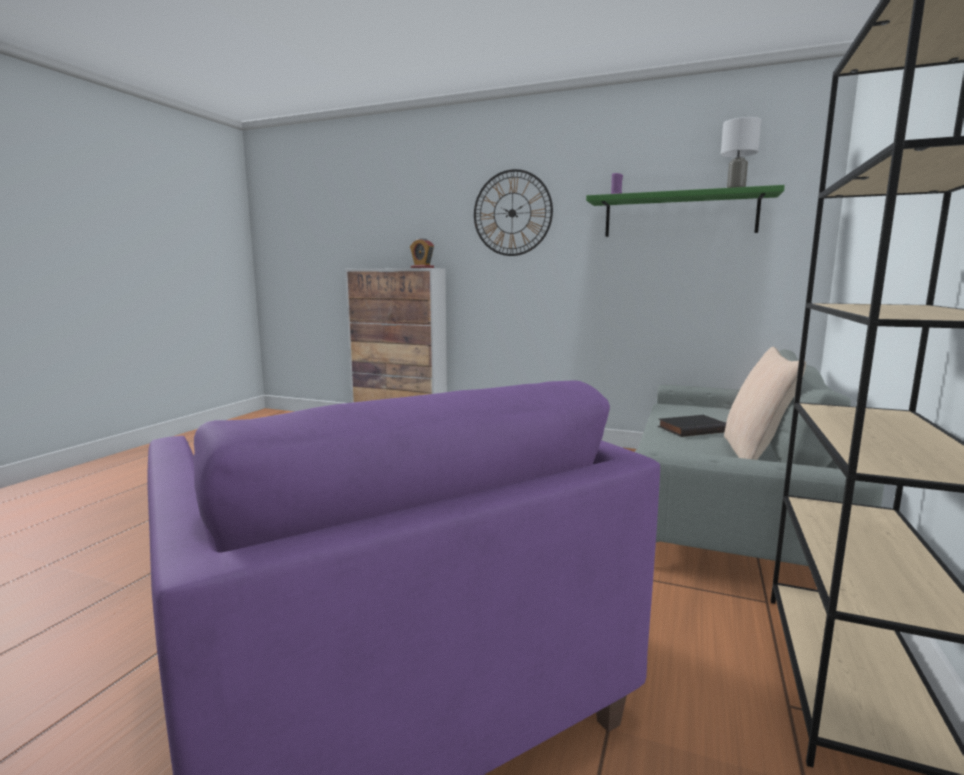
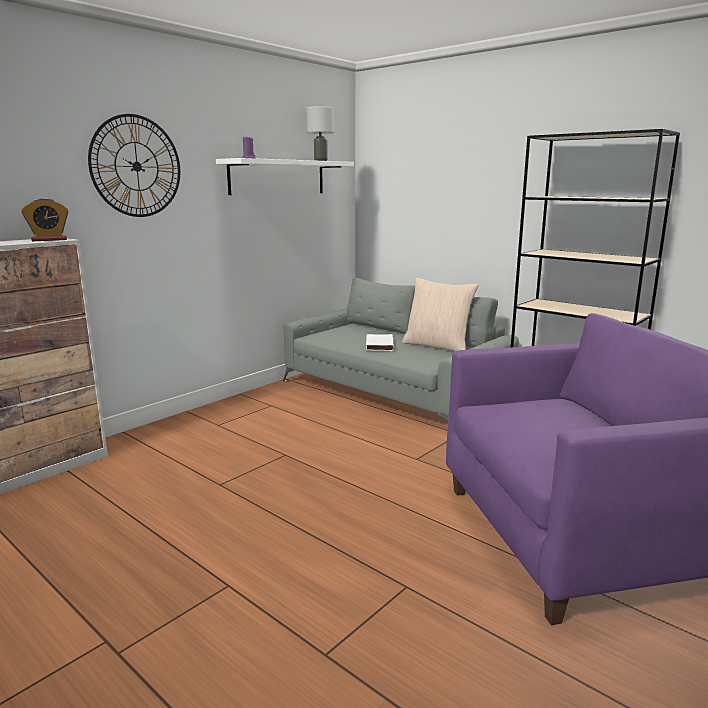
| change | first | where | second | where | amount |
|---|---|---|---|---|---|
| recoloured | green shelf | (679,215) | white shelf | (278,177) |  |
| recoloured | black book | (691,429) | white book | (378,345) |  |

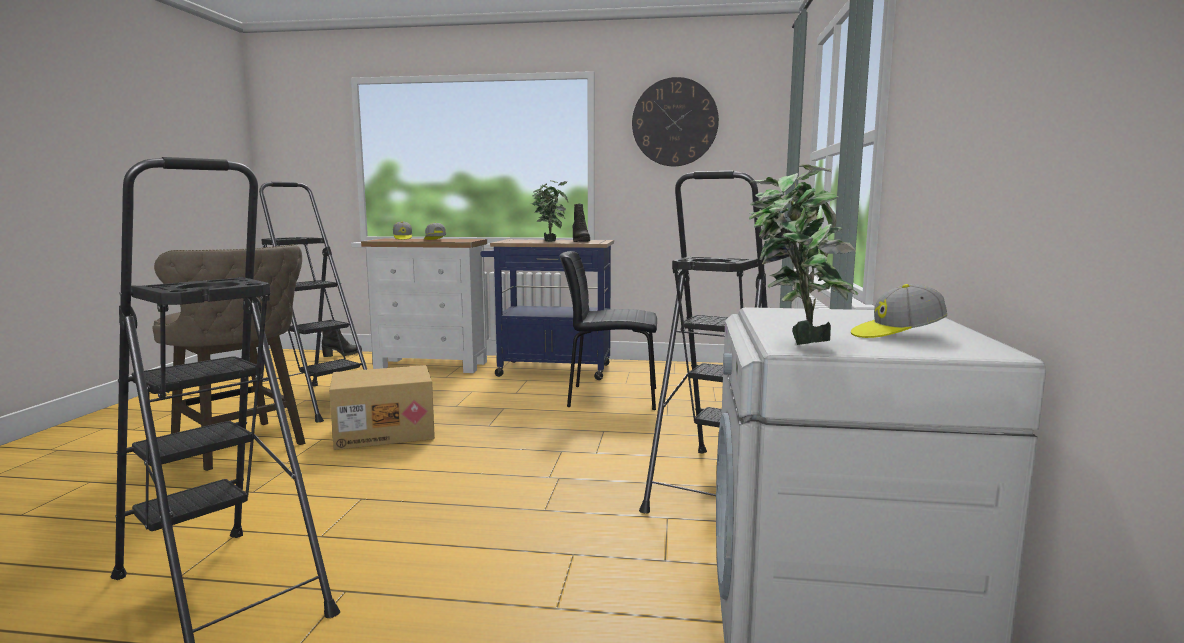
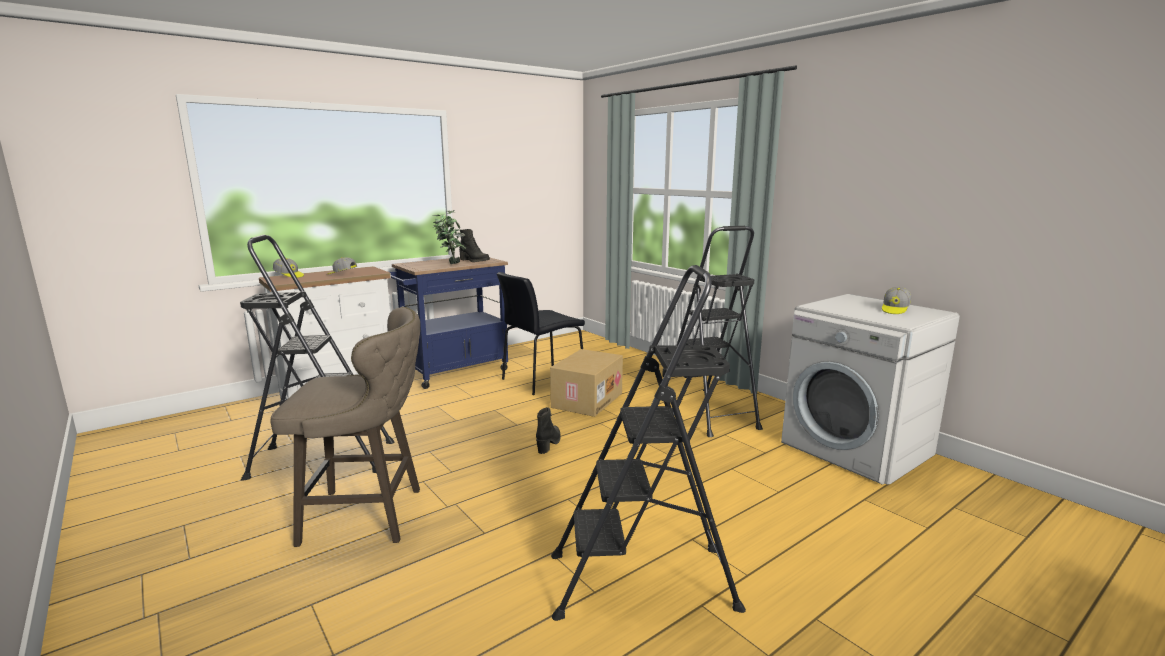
| change | first | where | second | where | amount |
|---|---|---|---|---|---|
| removed | wall clock | (675,122) |  |  |  |
| removed | potted plant | (793,341) |  |  |  |
| moved | black boot | (342,354) |  | (549,443) |  |
| moved | cardboard box | (385,432) |  | (586,400) |  |

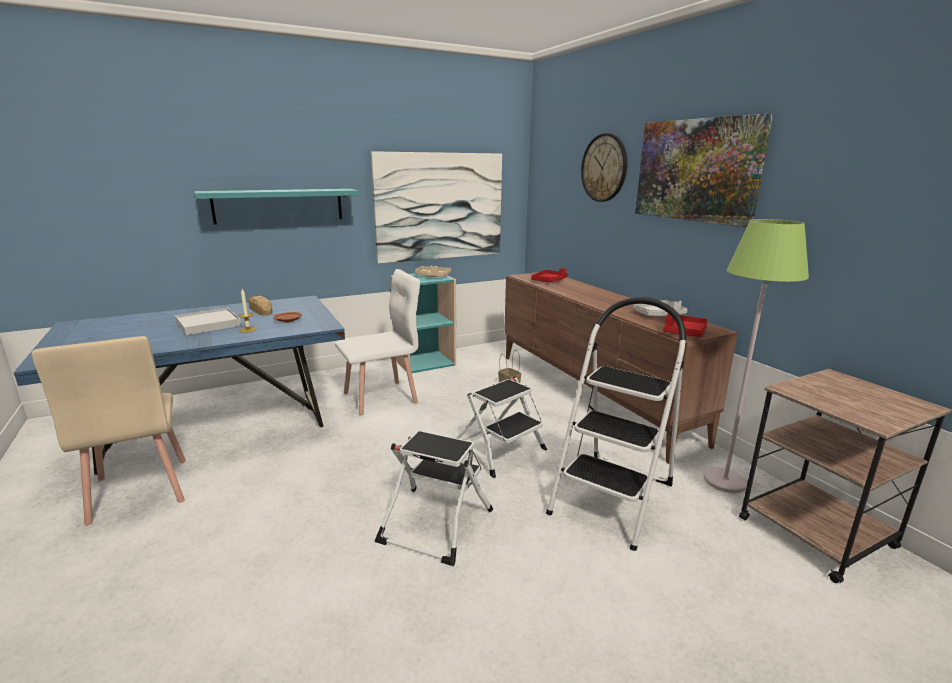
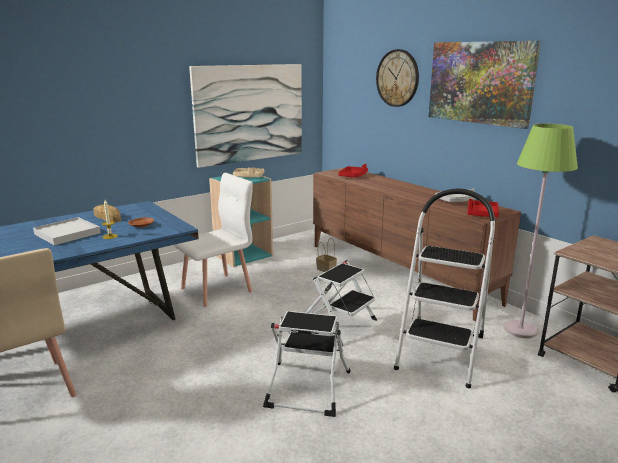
| change | first | where | second | where | amount |
|---|---|---|---|---|---|
| removed | turquoise shelf | (279,205) |  |  |  |

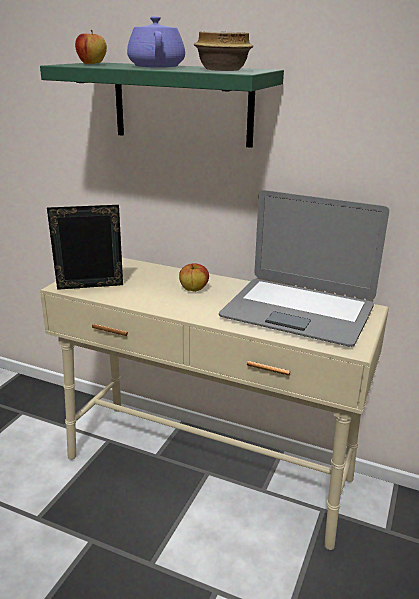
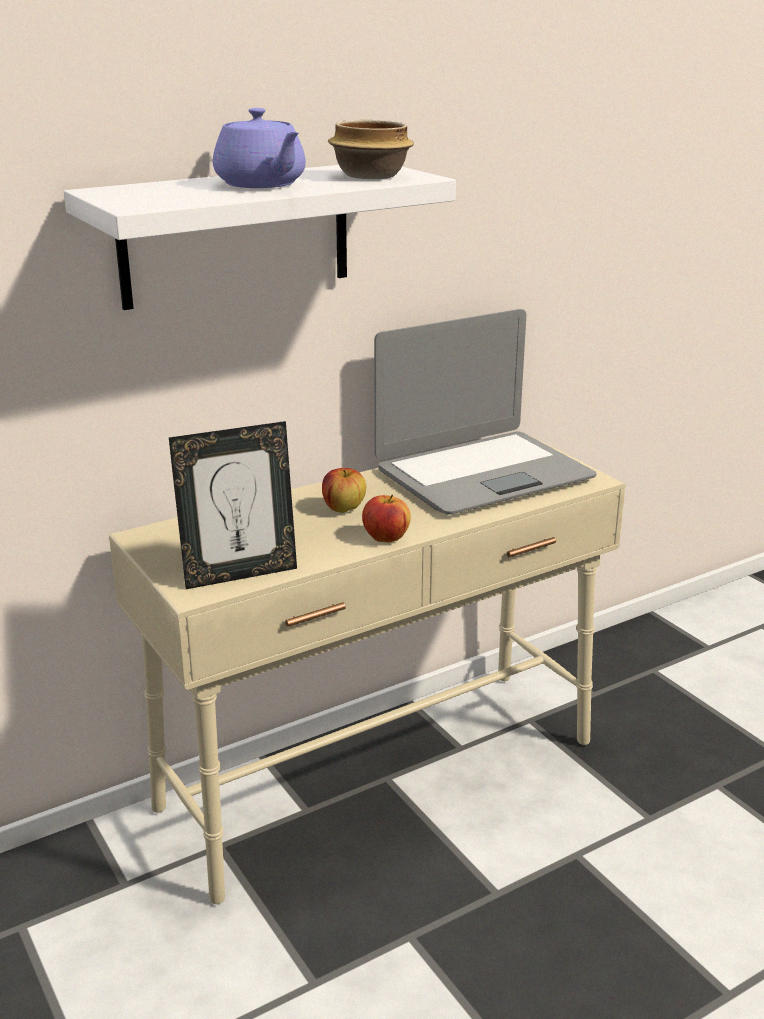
| change | first | where | second | where | amount |
|---|---|---|---|---|---|
| turned | purple teapot | (156,66) |  | (261,184) | 150 degrees counterclockwise |
| moved | apple | (92,64) |  | (386,538) |  |
| recoloured | green shelf | (182,104) | white shelf | (236,234) |  |
| turned | picture frame | (90,289) |  | (239,574) | 135 degrees counterclockwise |

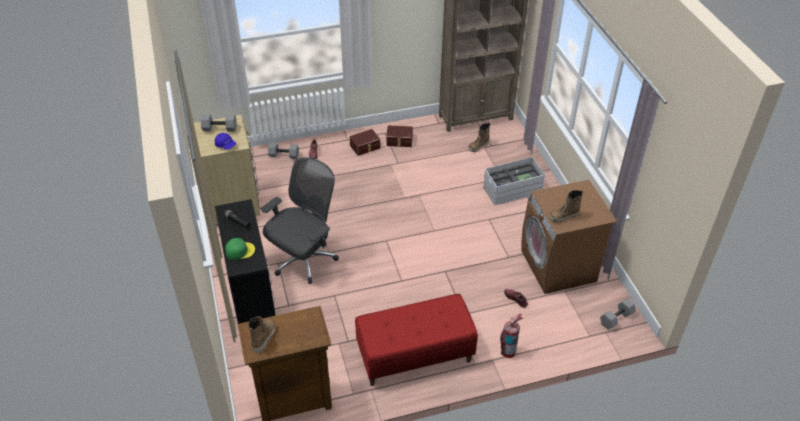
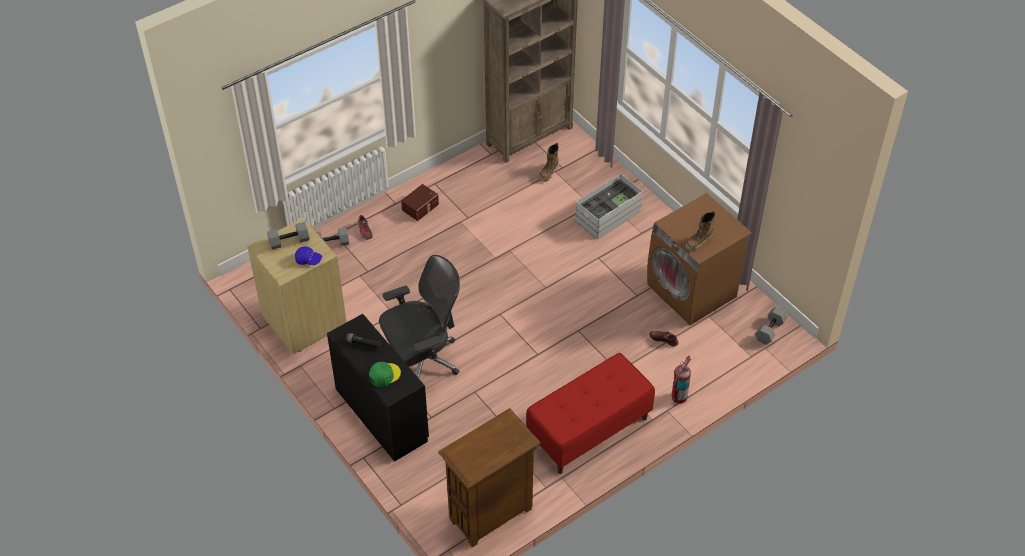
| change | first | where | second | where | amount |
|---|---|---|---|---|---|
| removed | brown storage box | (399,141) |  |  |  |
| turned | office chair | (305,260) |  | (423,362) | 45 degrees clockwise |
| removed | boot | (263,338) |  |  |  |

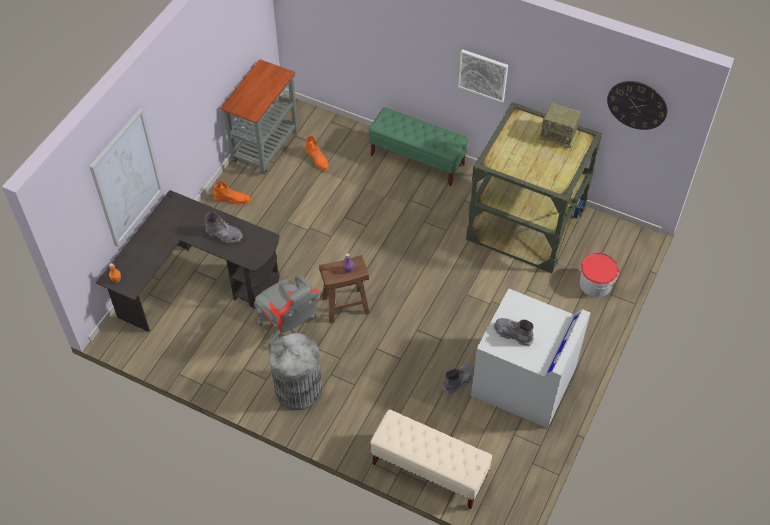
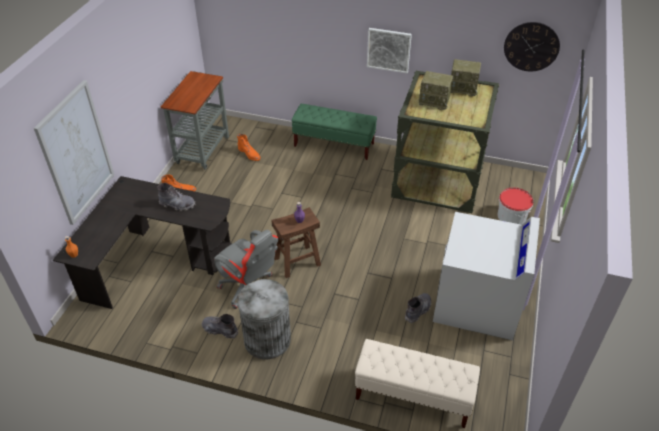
| change | first | where | second | where | amount |
|---|---|---|---|---|---|
| moved | grey boot | (513,334) |  | (220,330) |  |
| added |  |  | radio | (435,101) |  |

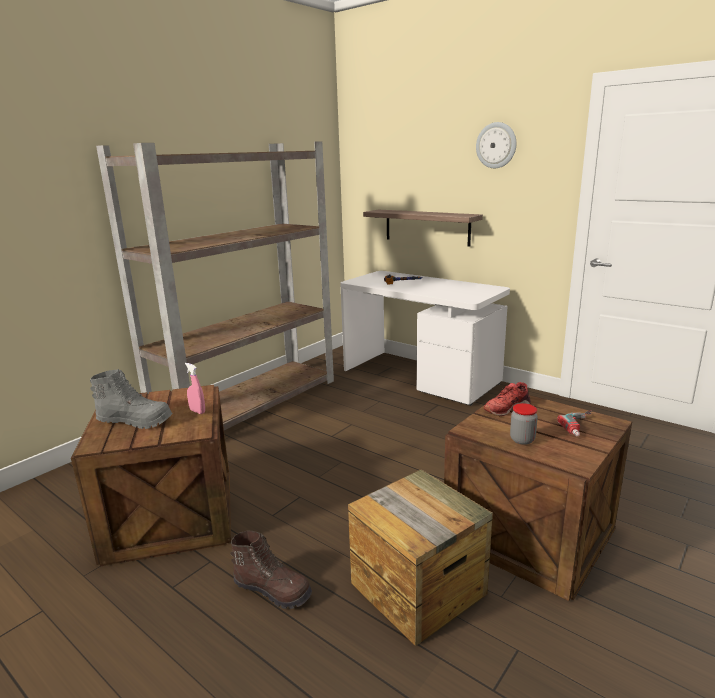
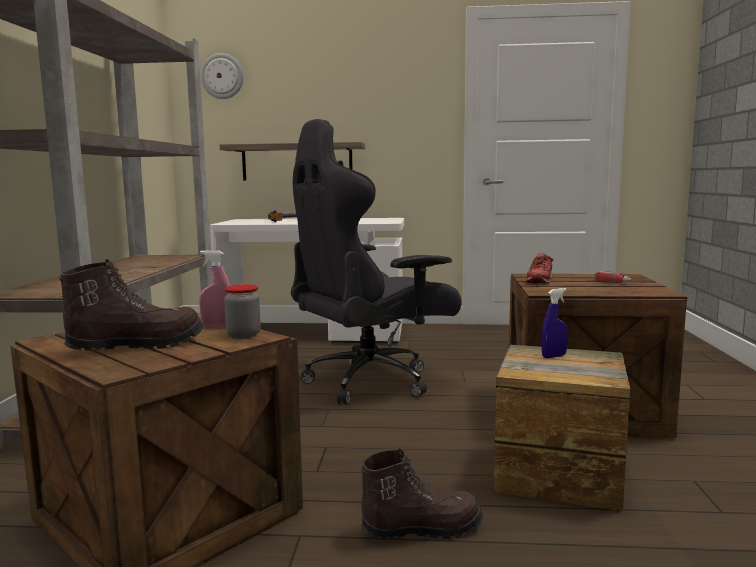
| change | first | where | second | where | amount |
|---|---|---|---|---|---|
| moved | wall clock | (496,145) |  | (222,76) |  |
| recoloured | grey boot | (136,421) | brown boot | (137,345) |  |
| moved | jar | (522,440) |  | (243,335) |  |
| added |  |  | black office chair | (375,380) |  |
| added |  |  | blue spray bottle | (554,356) |  |

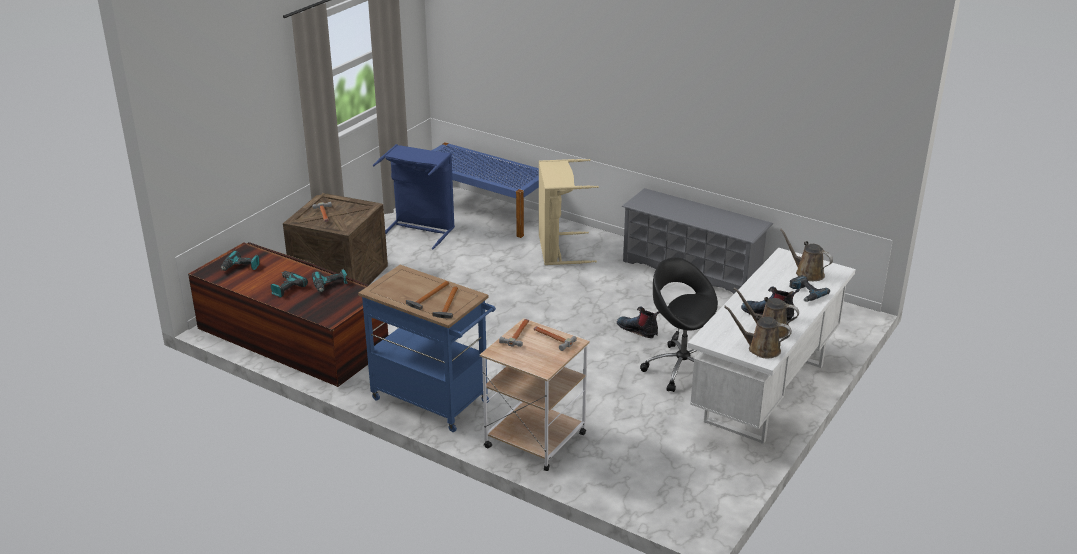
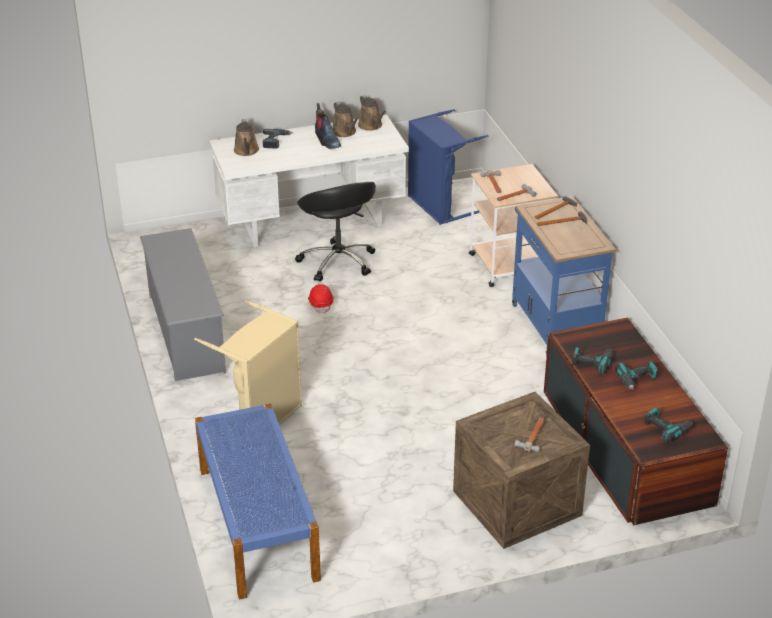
| change | first | where | second | where | amount |
|---|---|---|---|---|---|
| moved | blue laundry basket | (420,230) |  | (438,206) |  |
| replaced | boot | (638,330) | red hard hat | (321,304) |  |

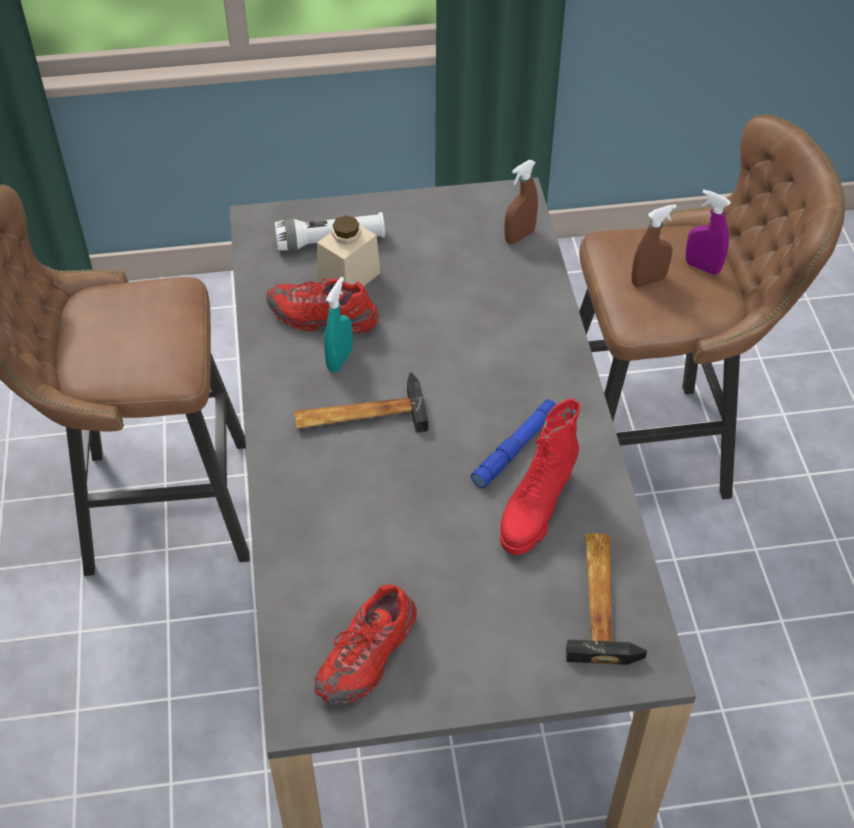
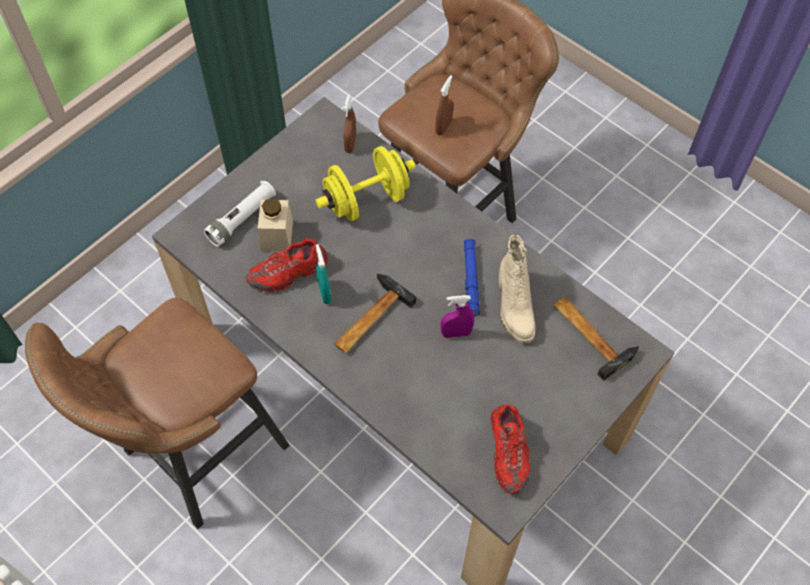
| change | first | where | second | where | amount |
|---|---|---|---|---|---|
| moved | purple spray bottle | (702,267) |  | (456,333) |  |
| recoloured | red boot | (535,509) | beige boot | (513,308) |  |
| added |  |  | yellow dumbbell | (366,200) |  |

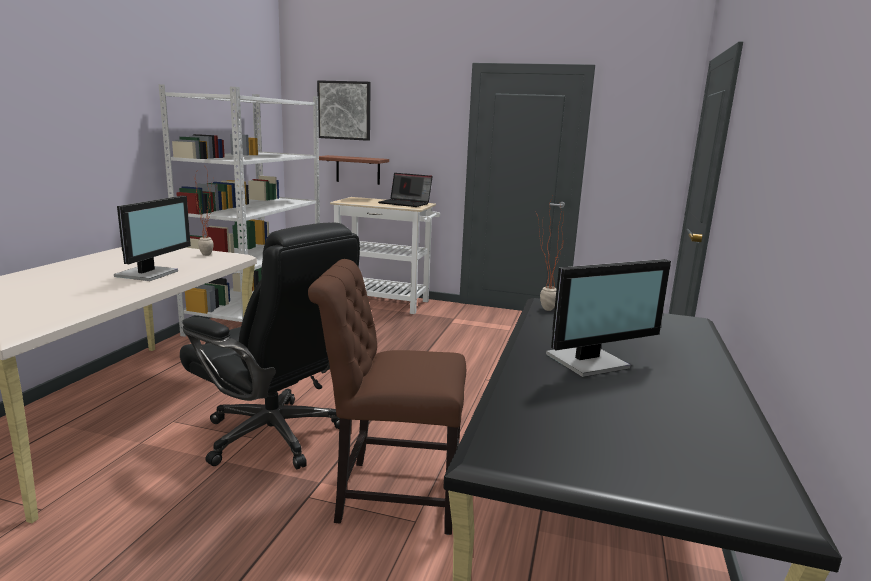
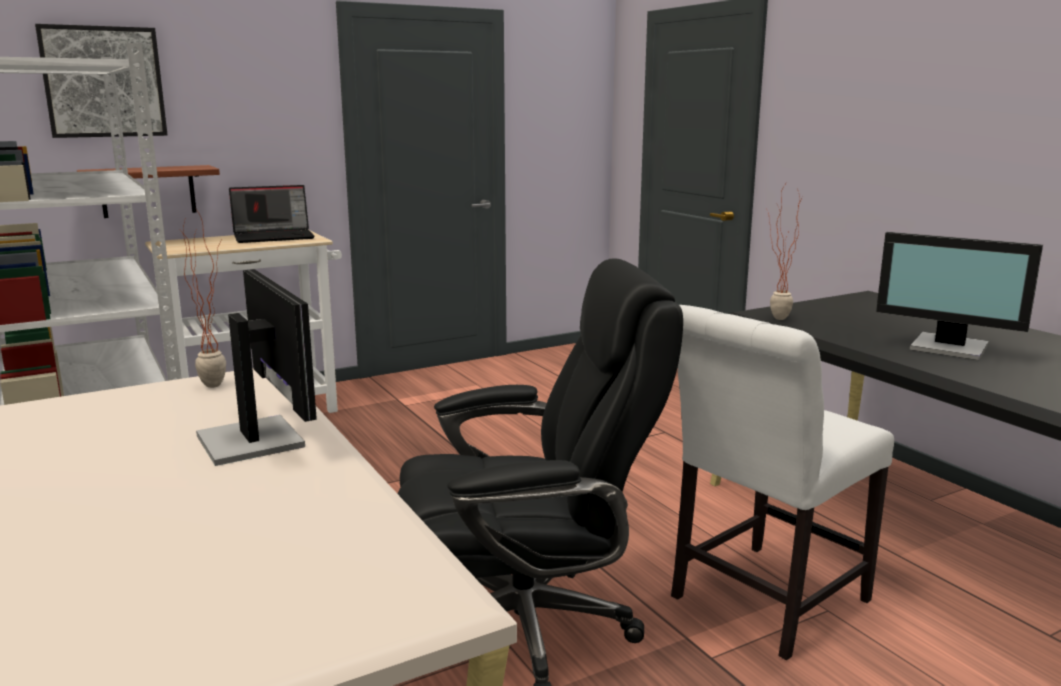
| change | first | where | second | where | amount |
|---|---|---|---|---|---|
| recoloured | brown chair | (390,494) | white chair | (760,603) |  |
| turned | monitor | (590,362) |  | (949,348) | 105 degrees clockwise |

